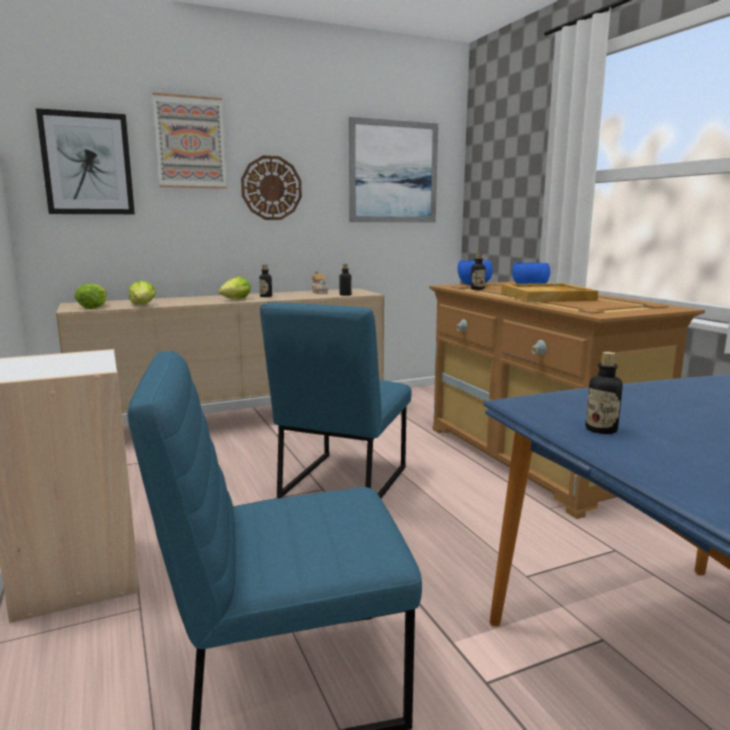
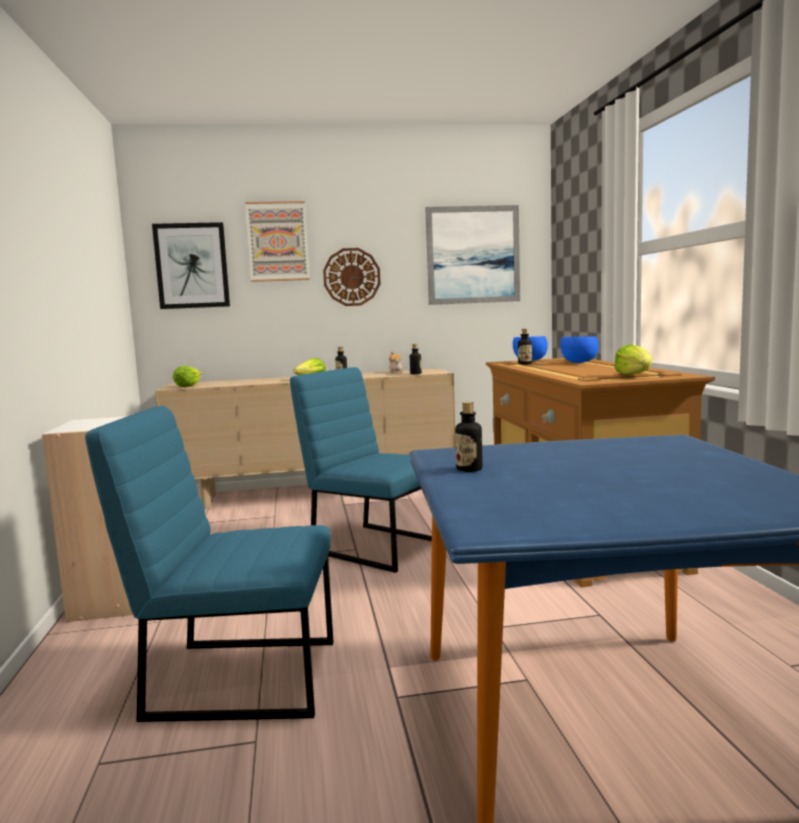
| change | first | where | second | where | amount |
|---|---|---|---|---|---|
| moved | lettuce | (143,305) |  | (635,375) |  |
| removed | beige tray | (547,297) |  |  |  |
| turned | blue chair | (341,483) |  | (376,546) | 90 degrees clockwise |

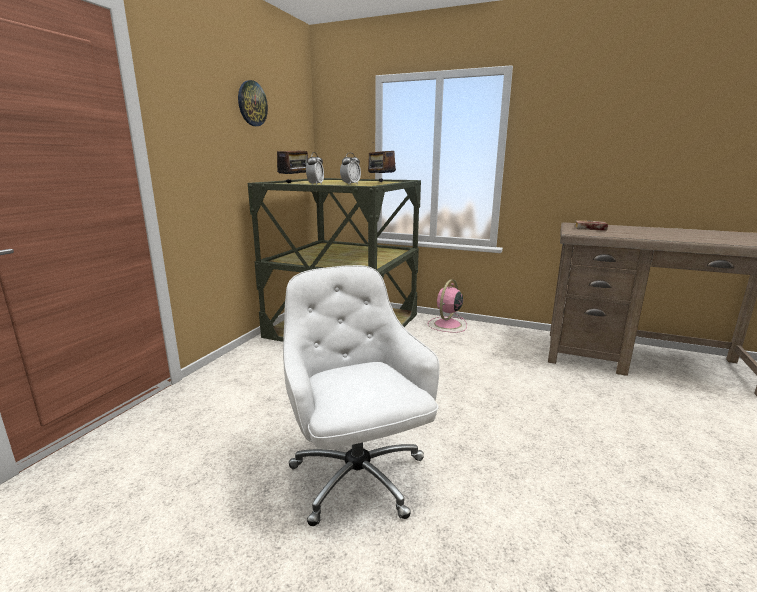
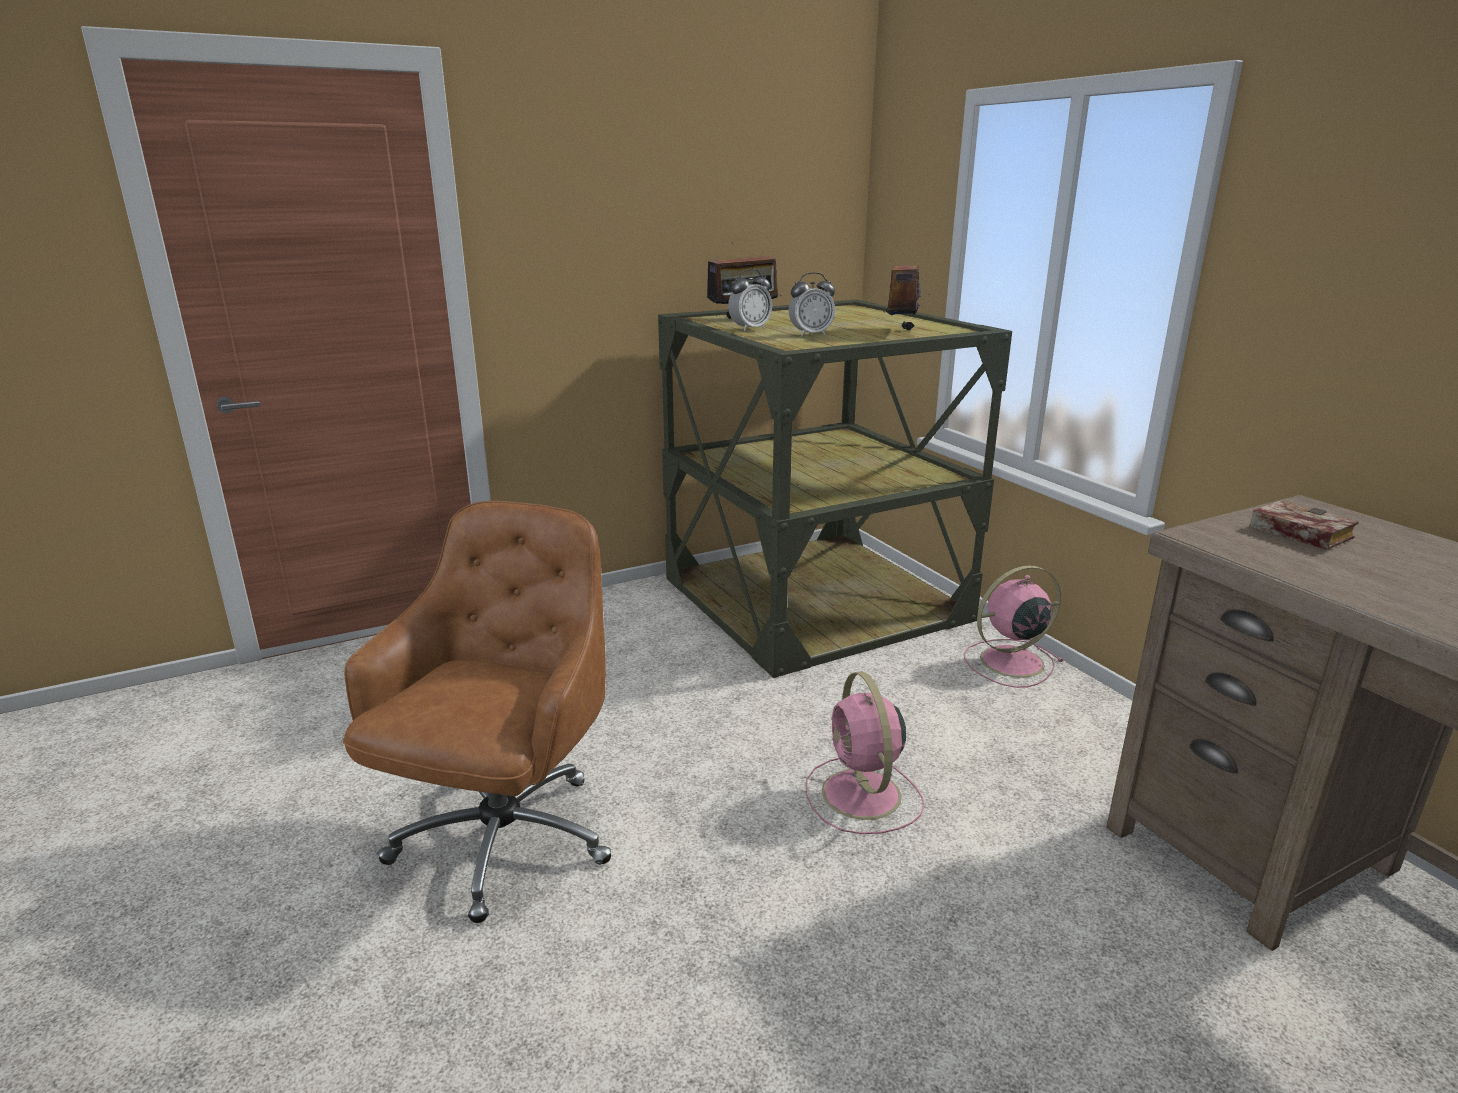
| change | first | where | second | where | amount |
|---|---|---|---|---|---|
| removed | wall clock | (252,103) |  |  |  |
| recoloured | white office chair | (358,476) | brown office chair | (505,838) |  |
| added |  |  | pink fan | (862,796) |  |

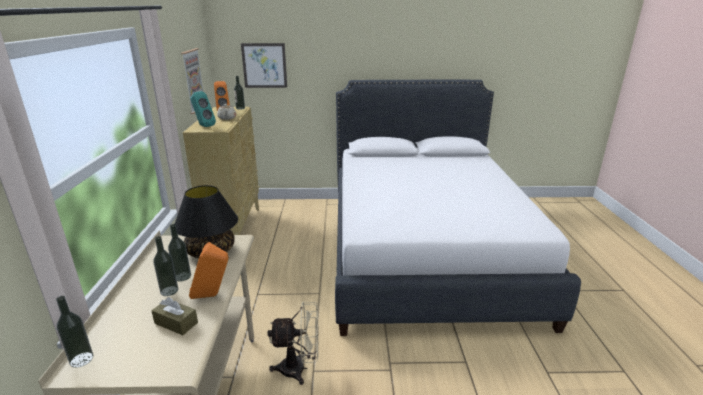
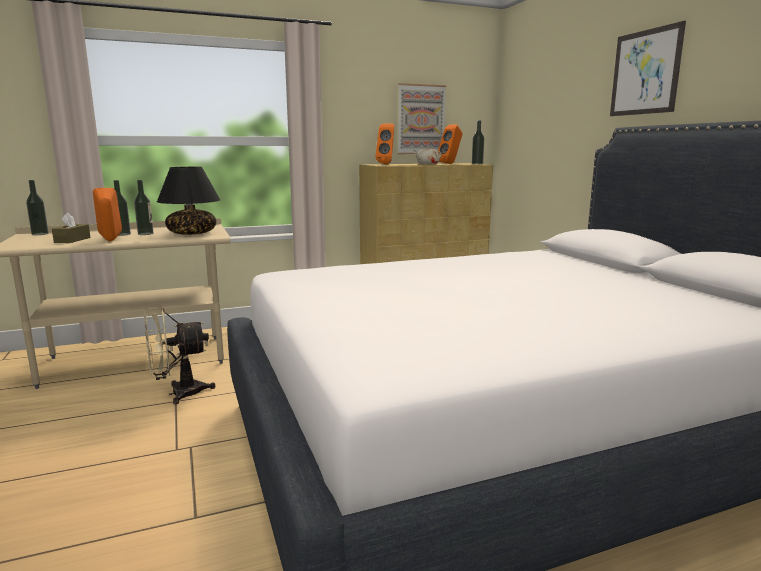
| change | first | where | second | where | amount |
|---|---|---|---|---|---|
| moved | picture | (264,65) |  | (645,72) |  |
| recoloured | turquoise speaker | (203,126) | orange speaker | (387,164) |  |
| turned | beige fan | (299,369) |  | (178,393) | 90 degrees clockwise |

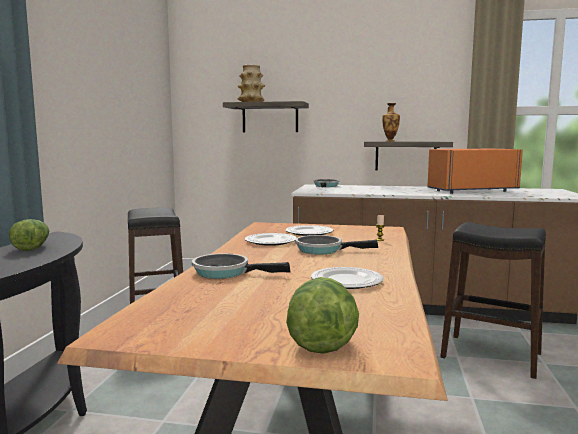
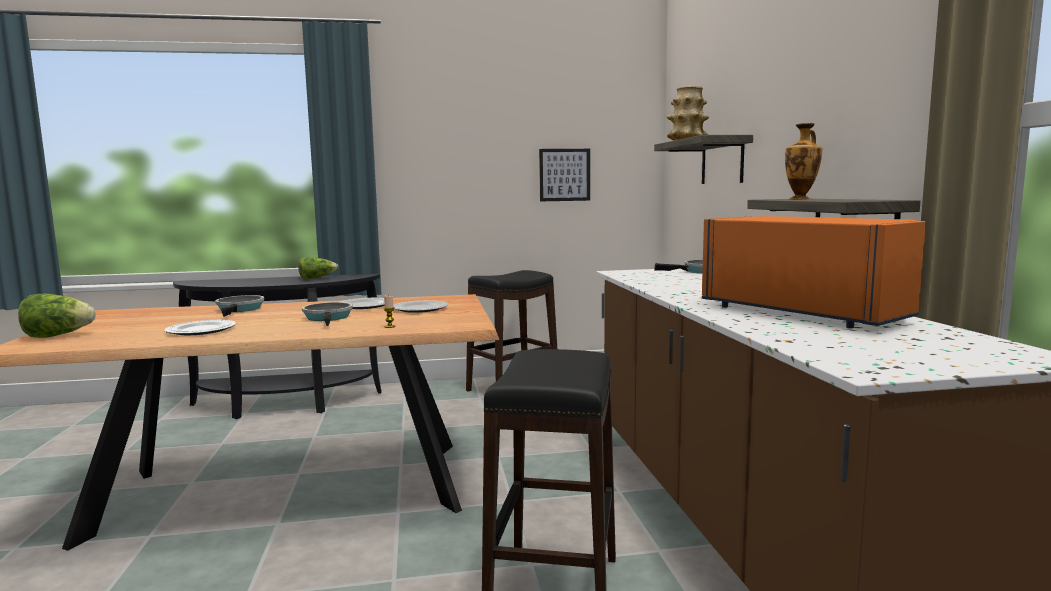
| change | first | where | second | where | amount |
|---|---|---|---|---|---|
| added |  |  | picture | (564,175) |  |

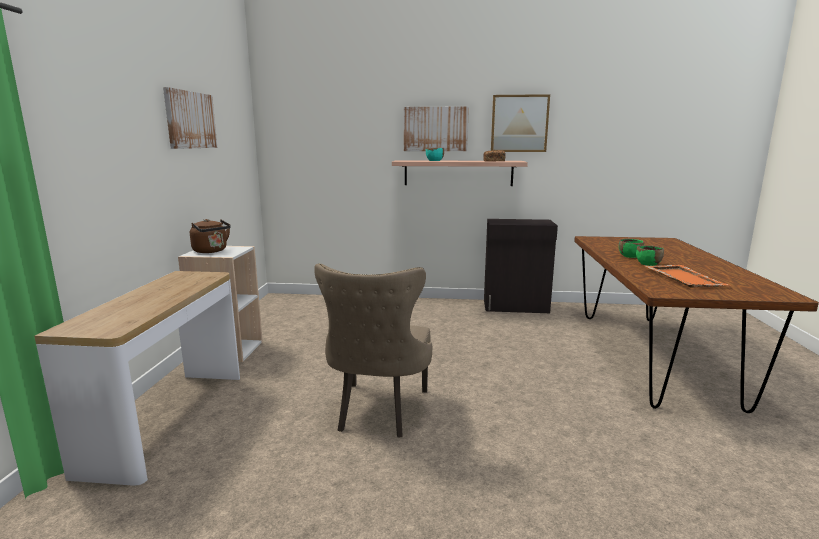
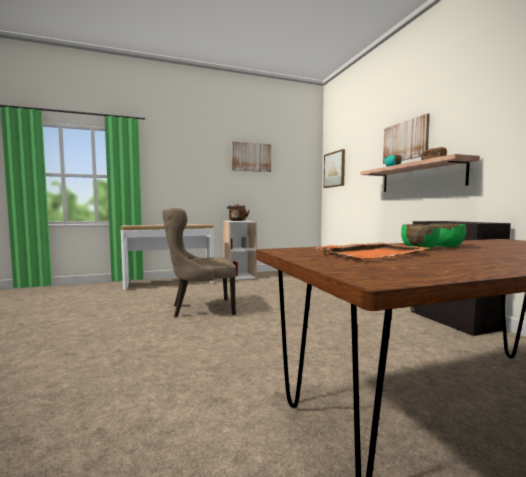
| change | first | where | second | where | amount |
|---|---|---|---|---|---|
| moved | picture | (519,123) |  | (334,169) |  |

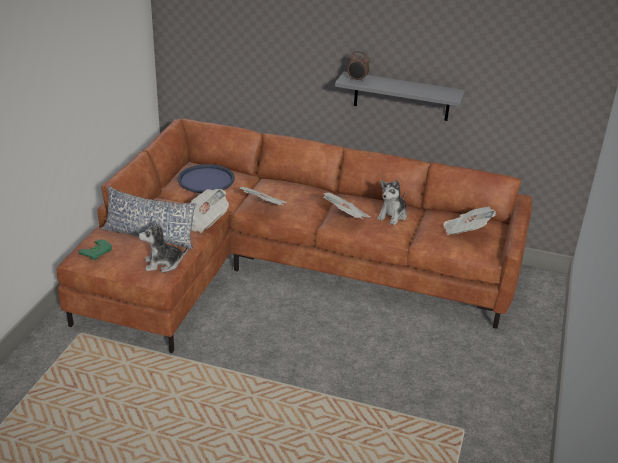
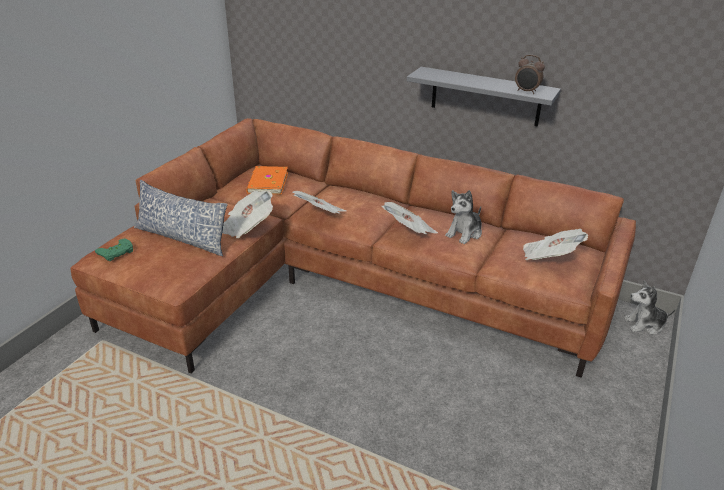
| change | first | where | second | where | amount |
|---|---|---|---|---|---|
| moved | alarm clock | (357,80) |  | (526,92) |  |
| replaced | blue tray | (206,180) | orange book | (267,183) |  |
| moved | plush toy | (163,264) |  | (645,325) |  |

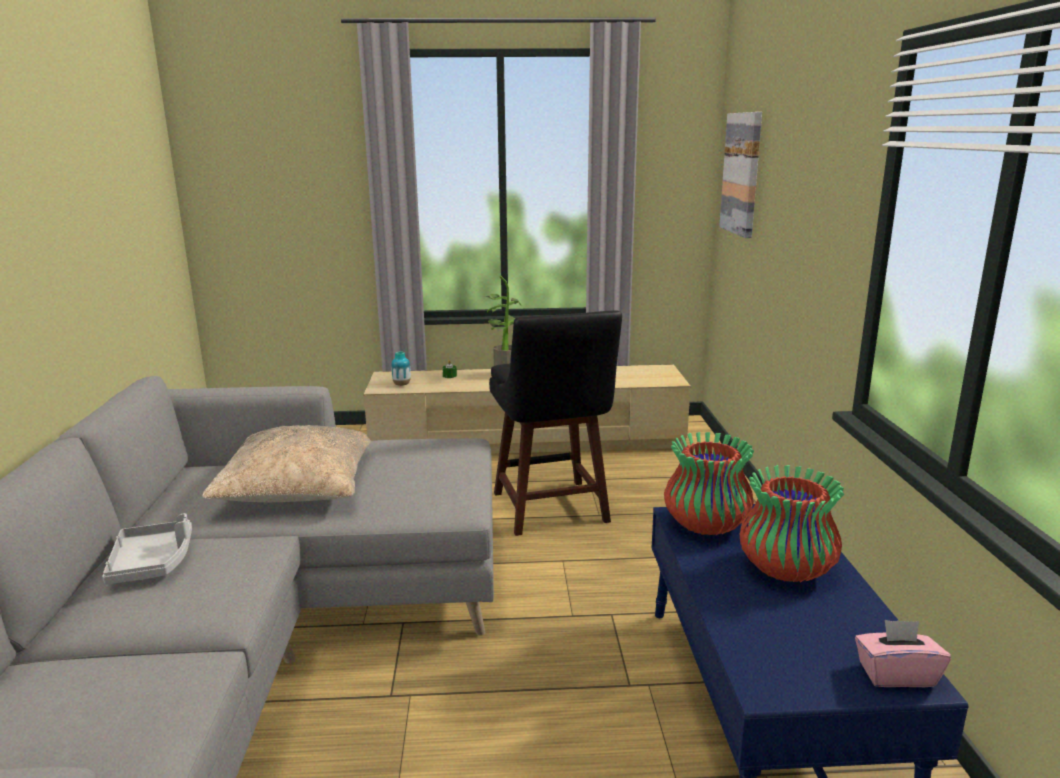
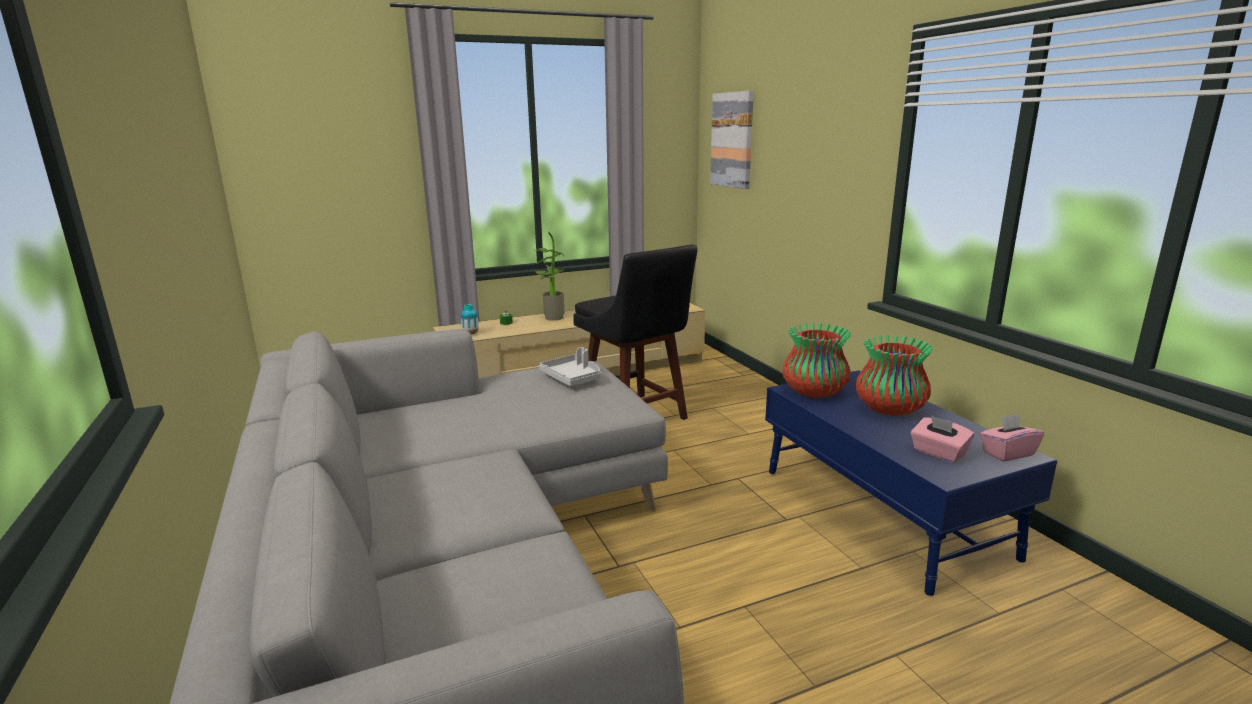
| change | first | where | second | where | amount |
|---|---|---|---|---|---|
| removed | beige pillow | (297,485) |  |  |  |
| moved | grey tray | (152,562) |  | (573,378) |  |
| added |  |  | pink tissue box | (938,453) |  |

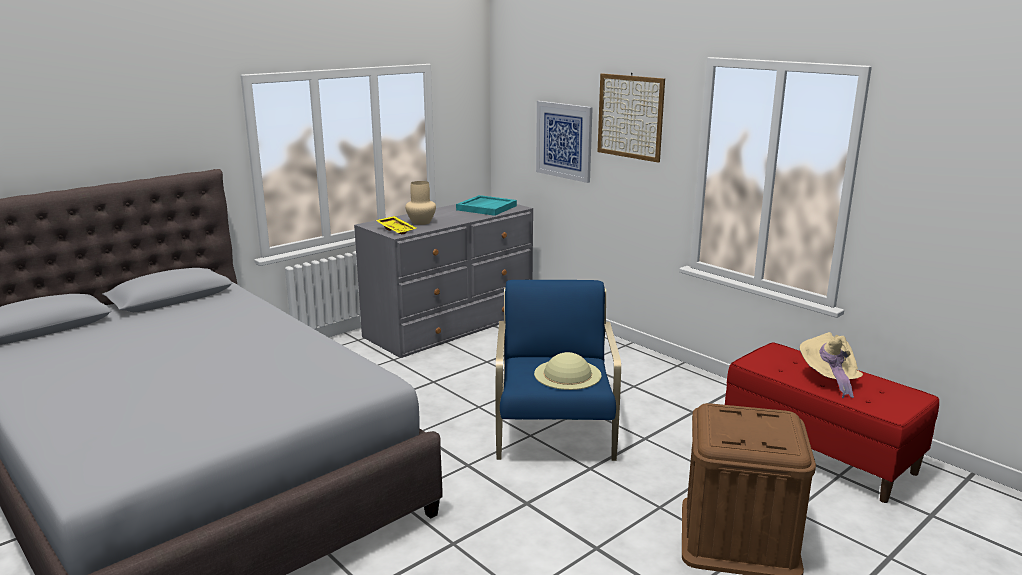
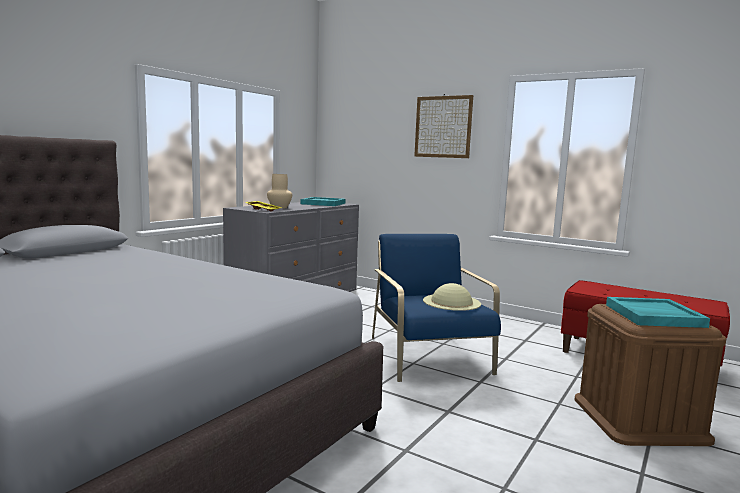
| change | first | where | second | where | amount |
|---|---|---|---|---|---|
| removed | picture | (564,140) |  |  |  |
| removed | beige hat | (829,380) |  |  |  |
| added |  |  | turquoise tray | (653,316) |  |

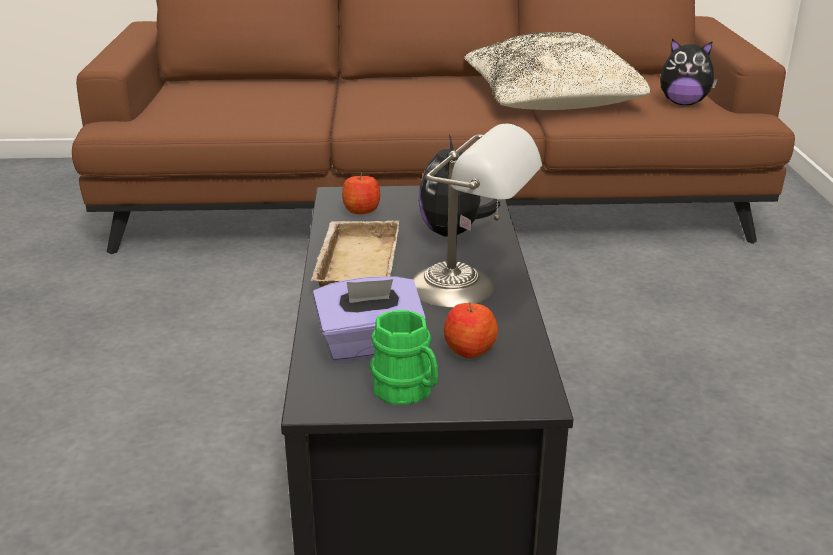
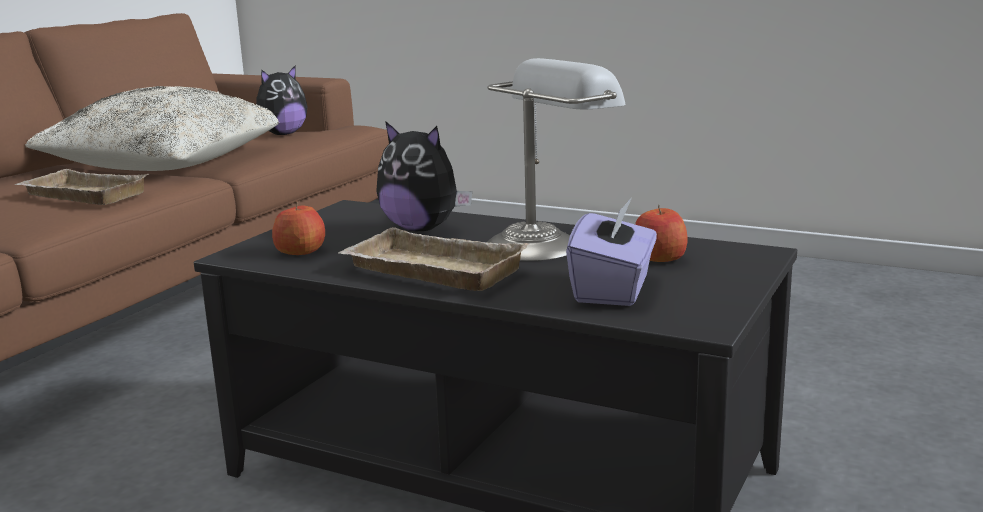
| change | first | where | second | where | amount |
|---|---|---|---|---|---|
| removed | green mug | (407,392) |  |  |  |
| added |  |  | beige tray | (80,196) |  |

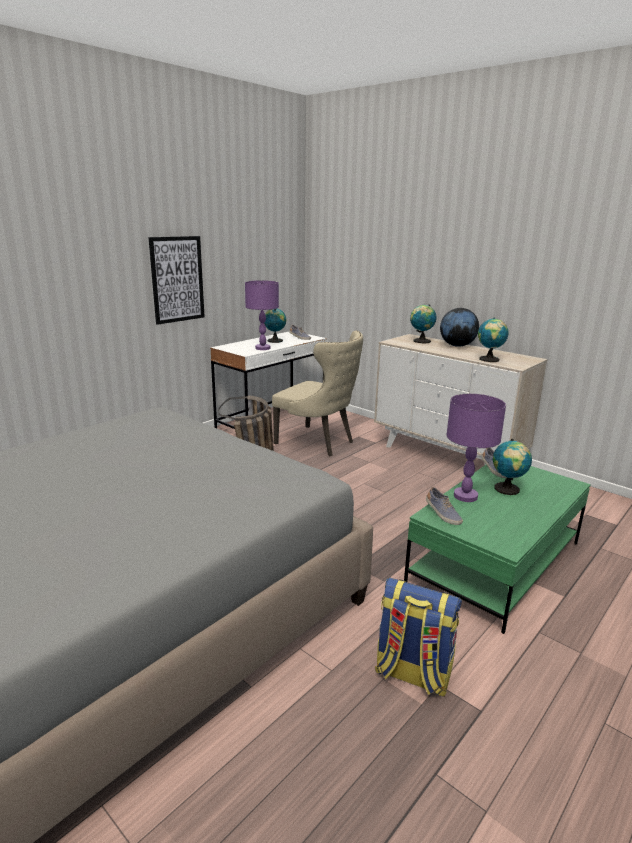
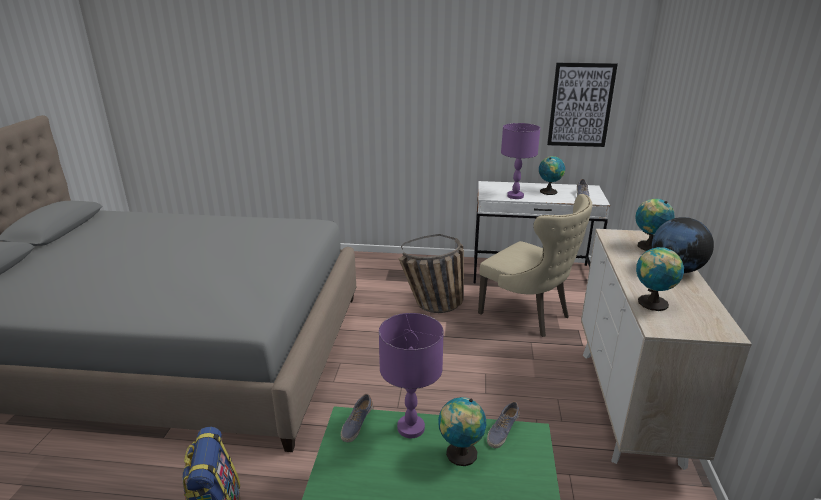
| change | first | where | second | where | amount |
|---|---|---|---|---|---|
| moved | picture | (177,279) |  | (580,105) |  |
| turned | beige chair | (318,442) |  | (528,314) | 45 degrees counterclockwise |

